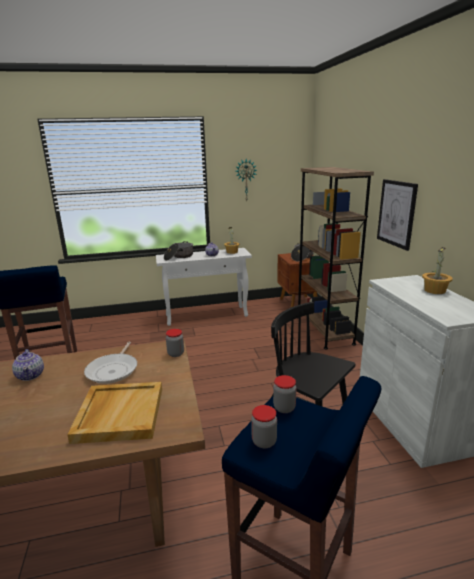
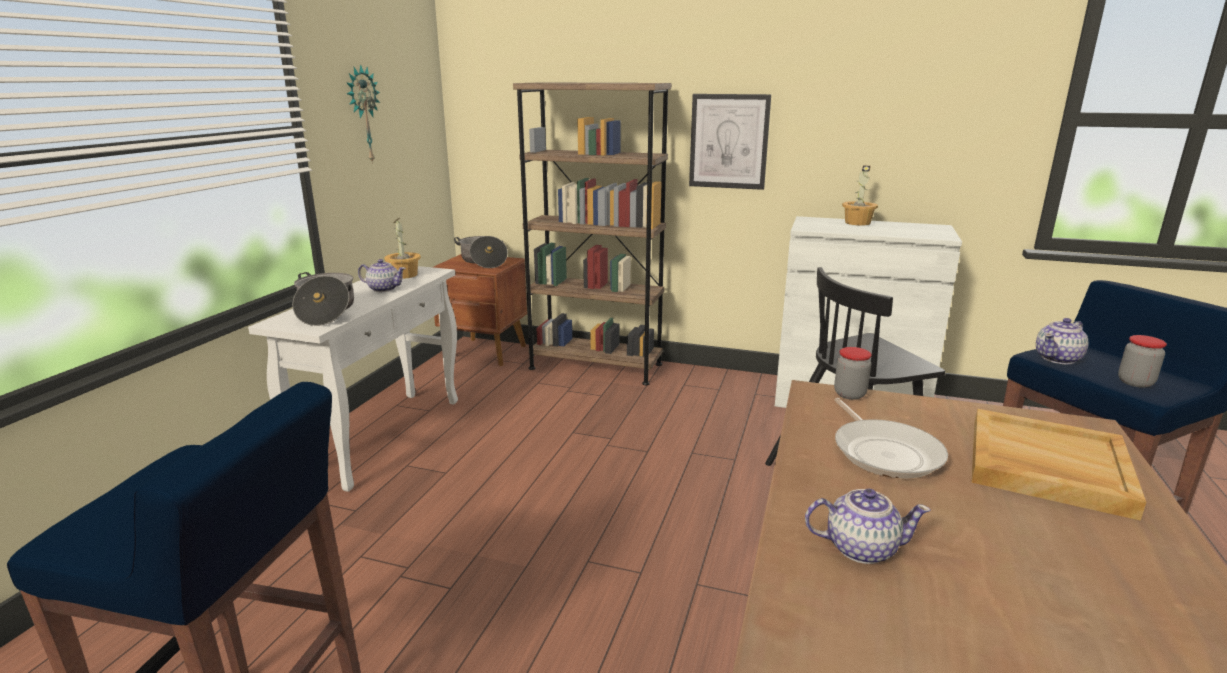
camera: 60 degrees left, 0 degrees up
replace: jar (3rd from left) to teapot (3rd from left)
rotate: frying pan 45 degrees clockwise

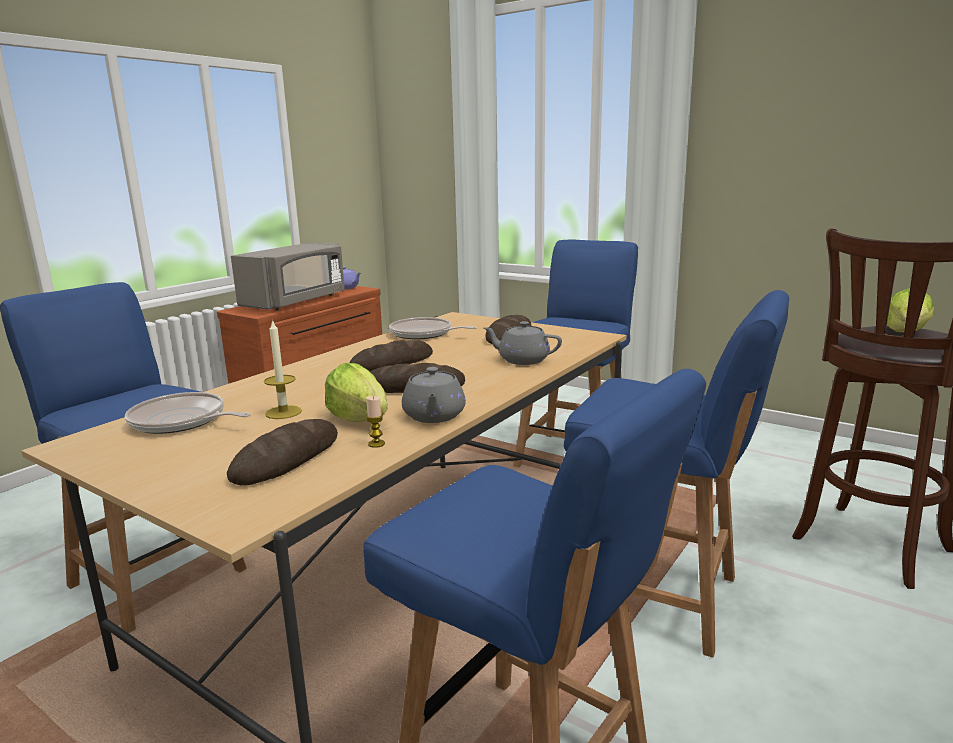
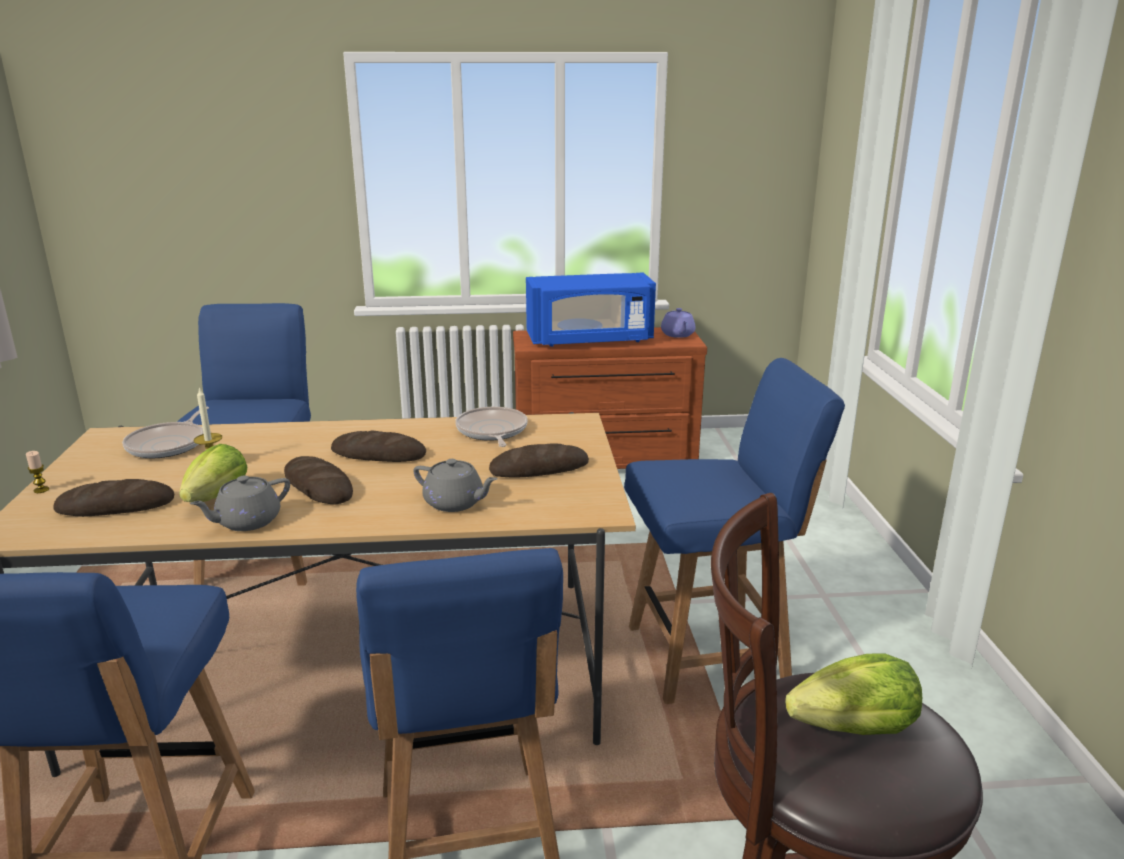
camera: 50 degrees right, 5 degrees up
move: candle (2nd from left in the first image) to candle (1st from left)
recolor: grey microwave to blue microwave
rotate: grey teapot (2nd from left) 135 degrees clockwise; frying pan (1st from left) 150 degrees counterclockwise

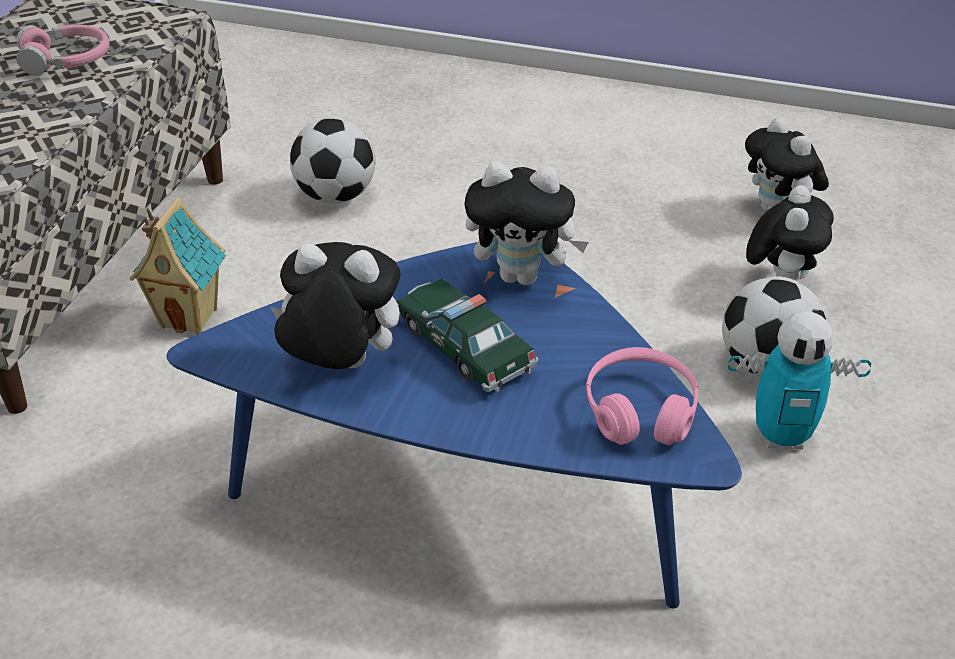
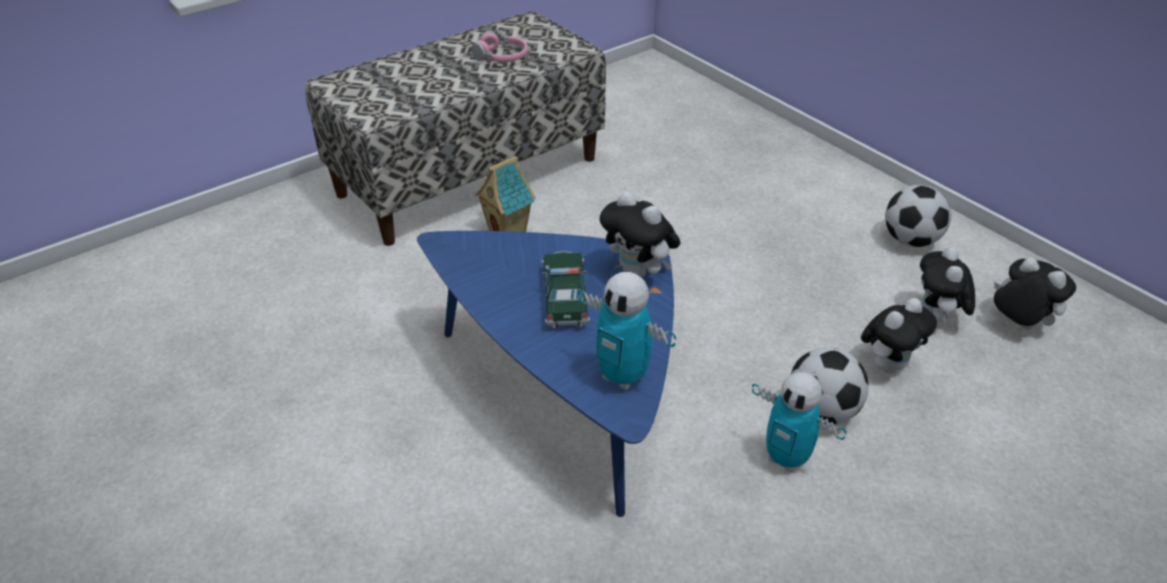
camera: 35 degrees right, 0 degrees up
move: football (1st from left in the first image) to football (2nd from left); plush toy (1st from left in the first image) to plush toy (4th from left)
replace: pink headphones (2nd from left) to toy robot (1st from left)

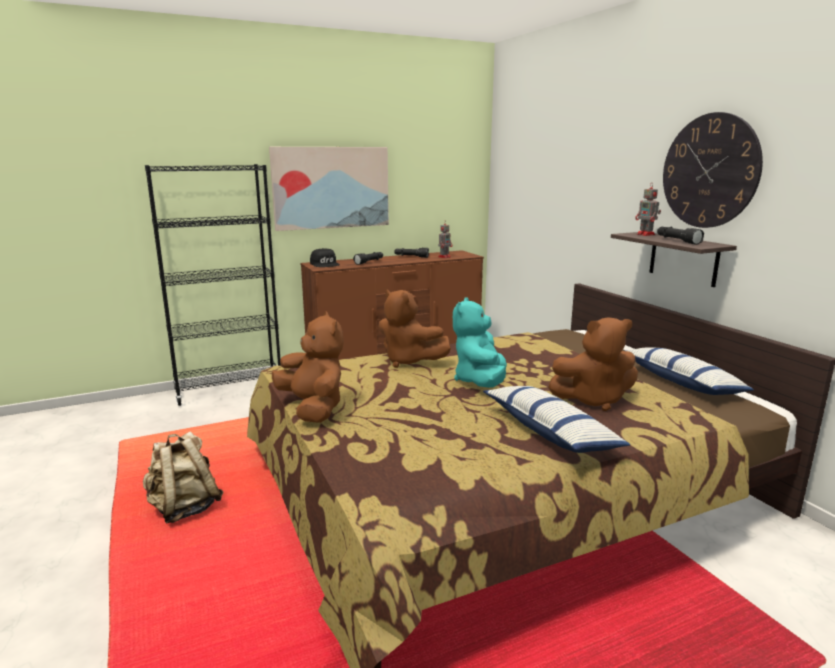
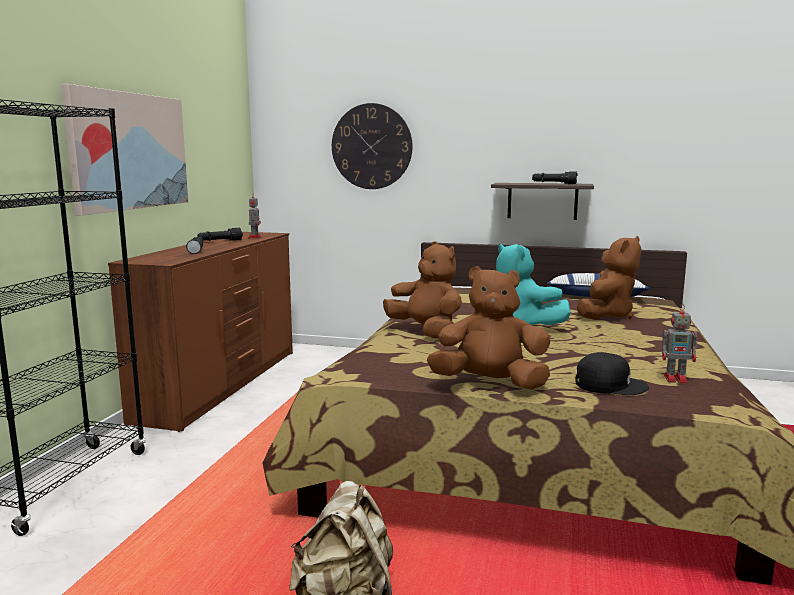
camera: 50 degrees left, 5 degrees down
delete: pillow (1st from left)
move: wall clock; toy robot (2nd from left); black cap
rotate: brown plush toy (2nd from left in the first image) 120 degrees counterclockwise

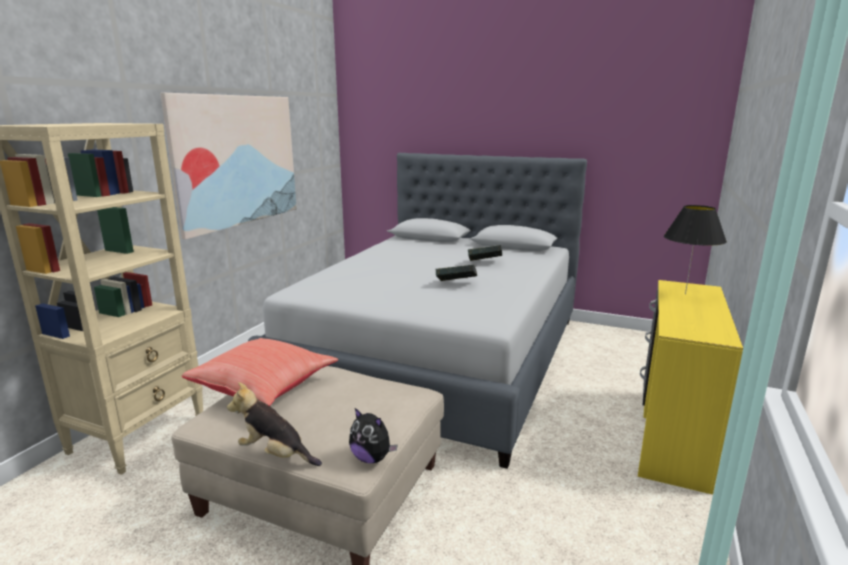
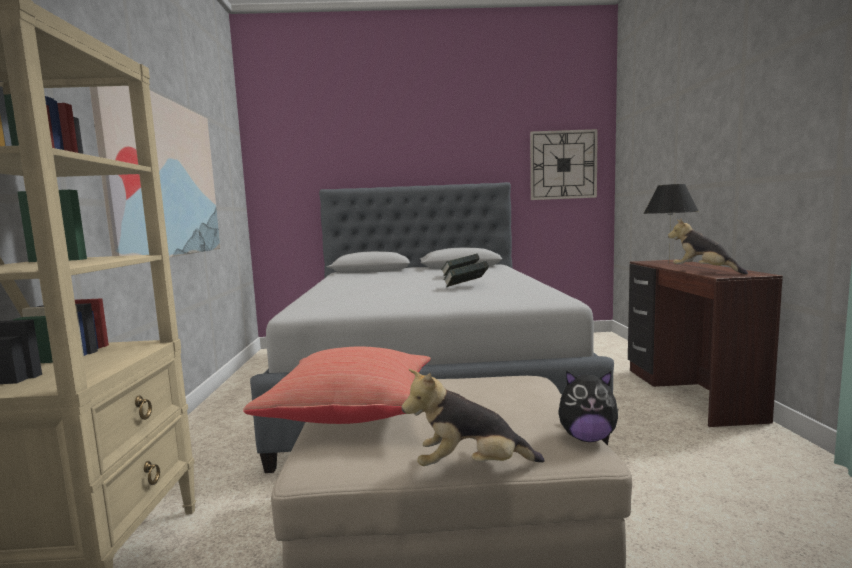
camera: 25 degrees left, 10 degrees down
insert: wall clock; plush toy (3rd from left)
recolor: yellow desk to brown desk

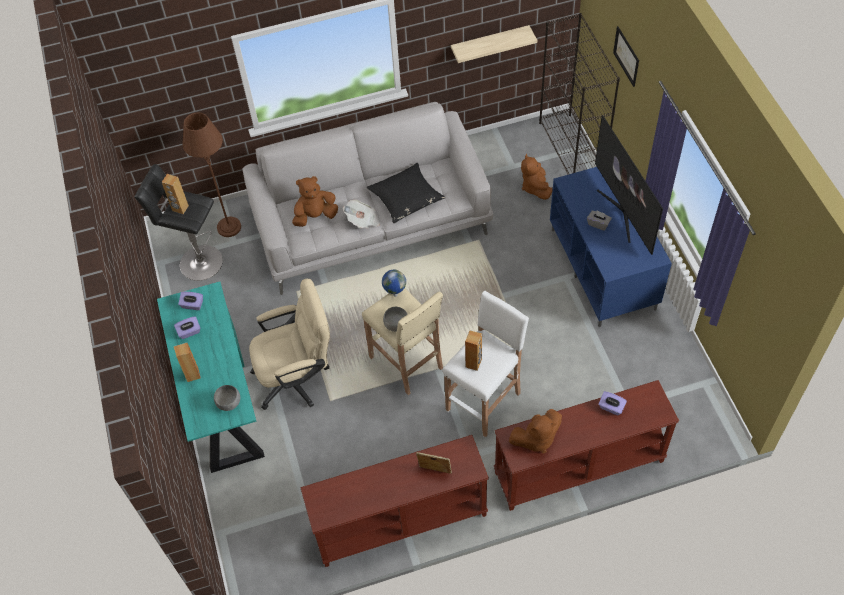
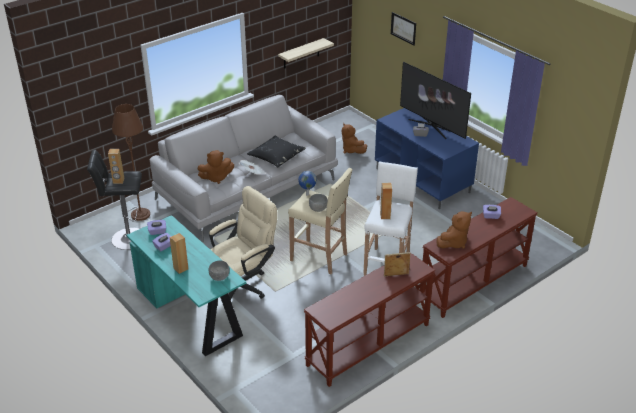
camera: 25 degrees left, 20 degrees down
delete: black bookcase
rotate: brown plush toy (1st from left) 150 degrees counterclockwise

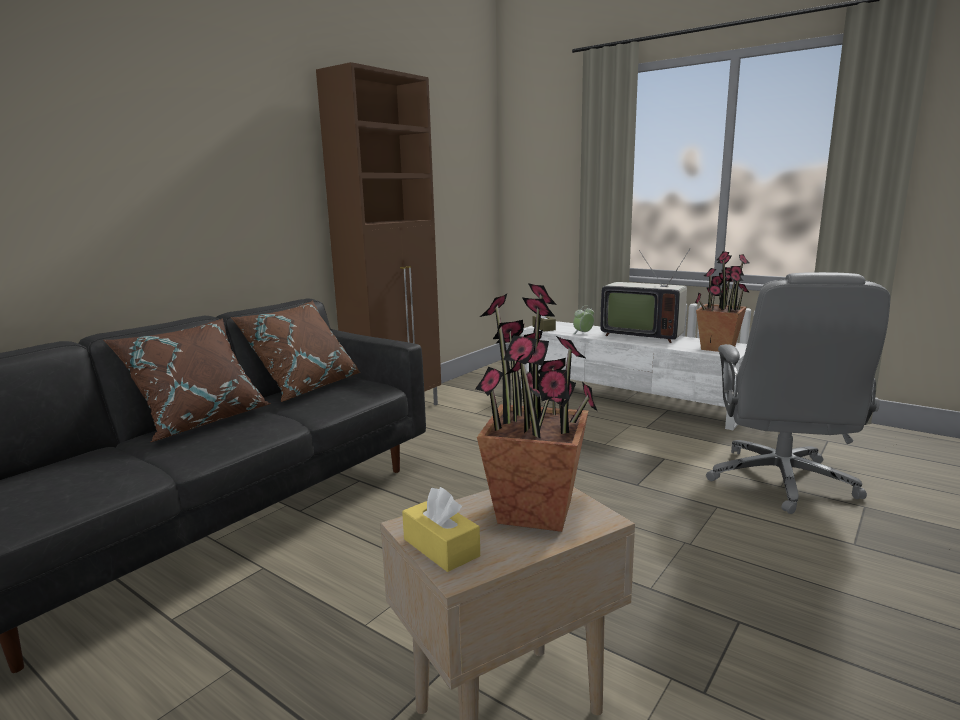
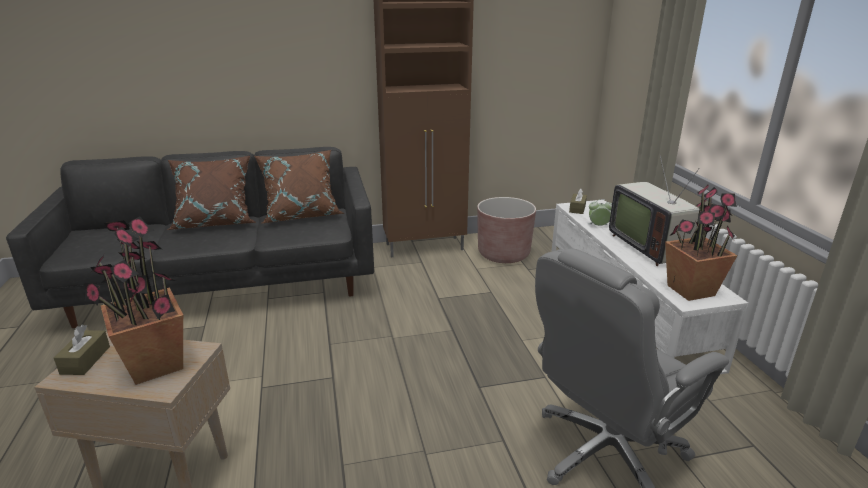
camera: 40 degrees right, 10 degrees up
insert: brown planter
recolor: yellow tissue box to brown tissue box (1st from left)

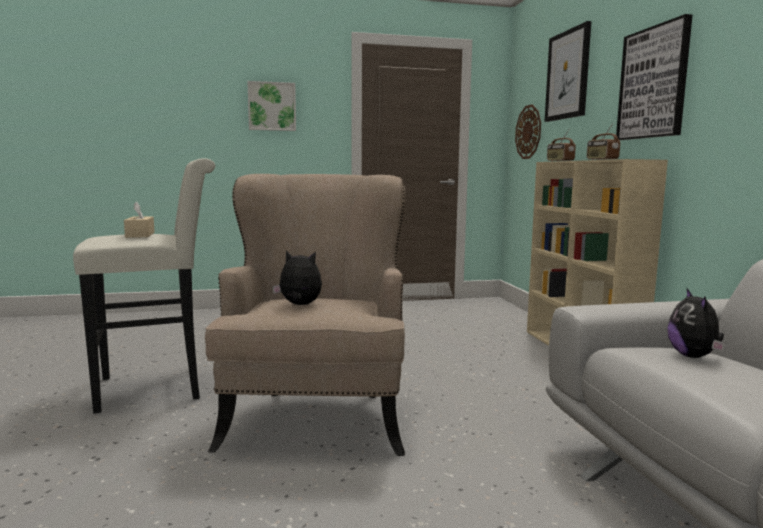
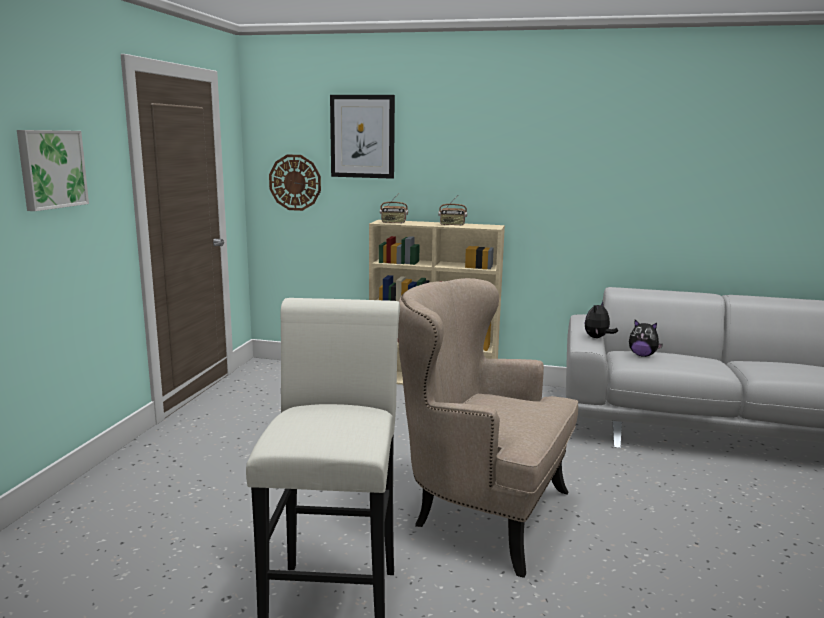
camera: 65 degrees left, 5 degrees up
delete: picture (3rd from left); beige tissue box
move: plush toy (1st from left)

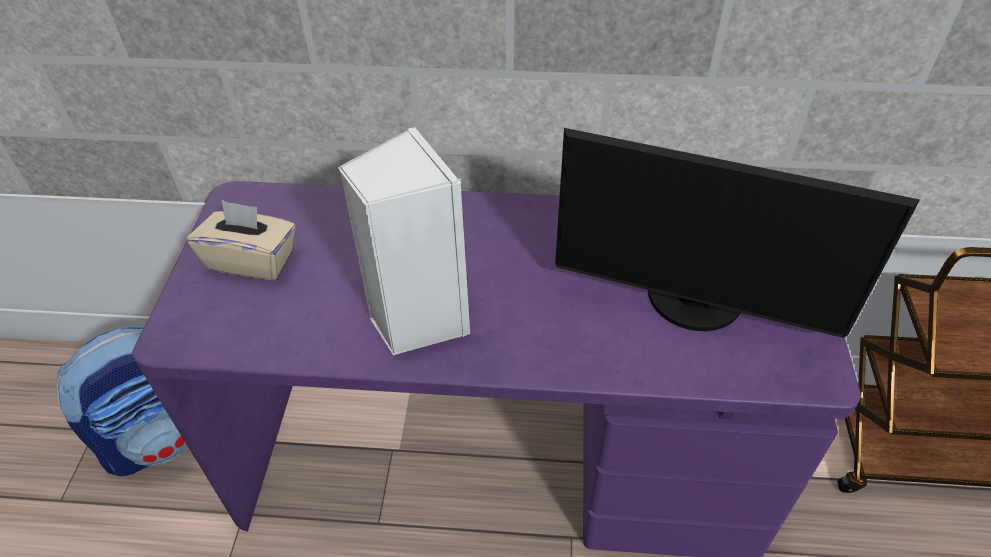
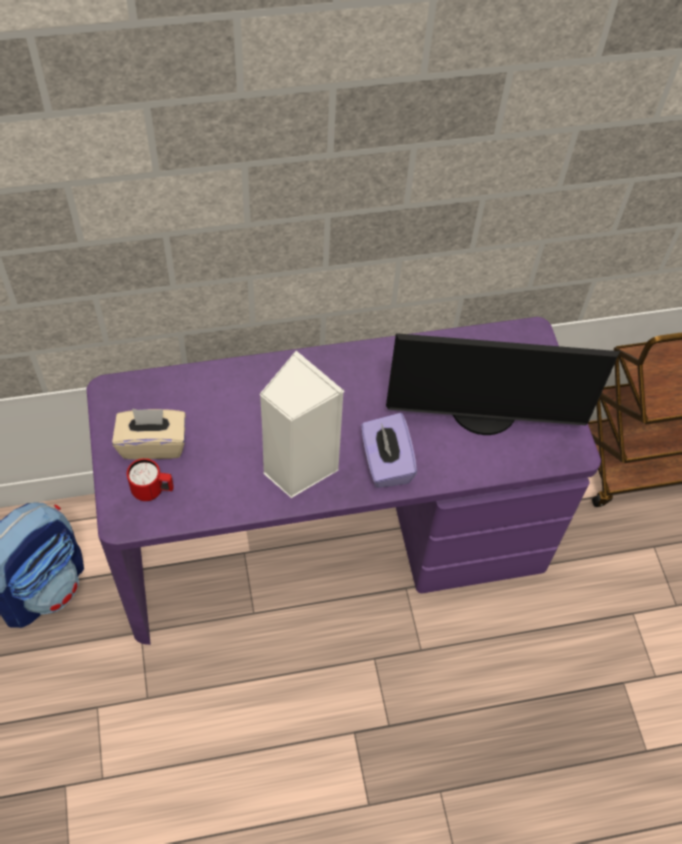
camera: 20 degrees left, 10 degrees up
insert: purple tissue box; red mug

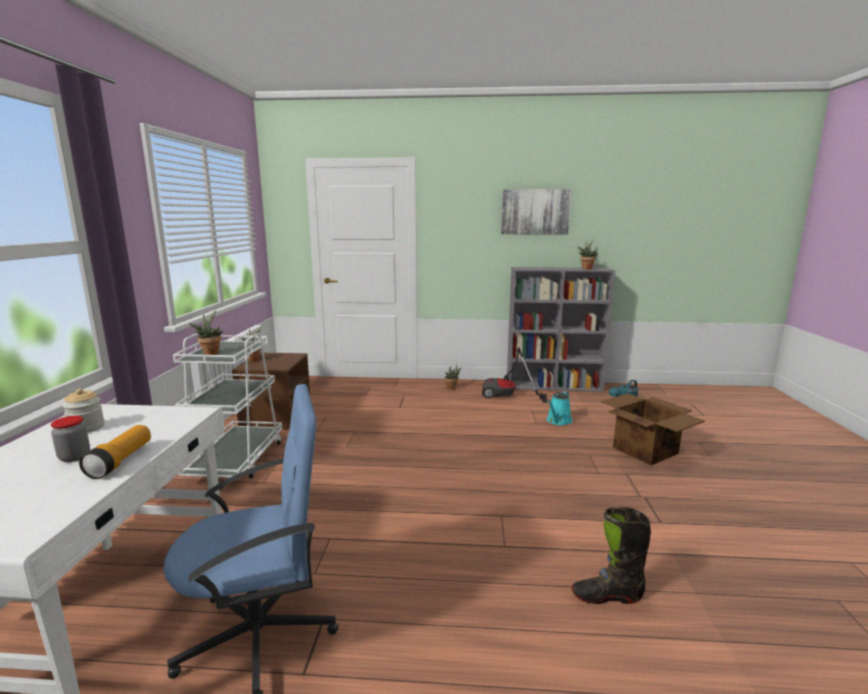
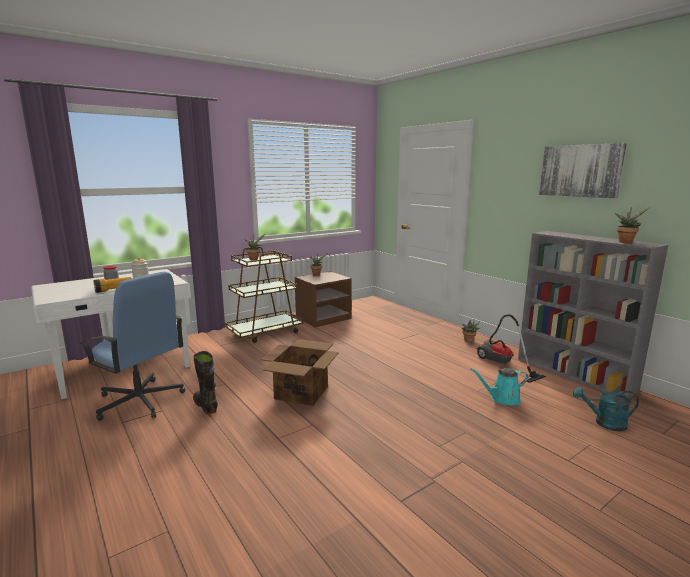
camera: 50 degrees right, 0 degrees up
move: cardboard box; black boot
recolor: white cart to brown cart

